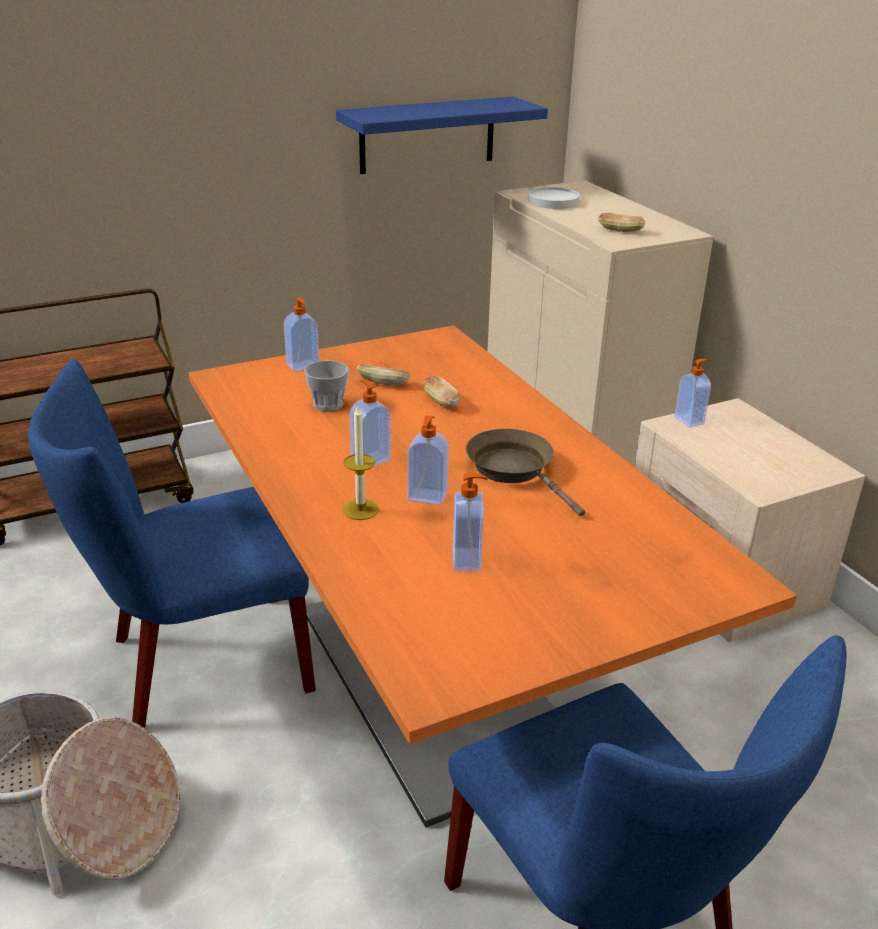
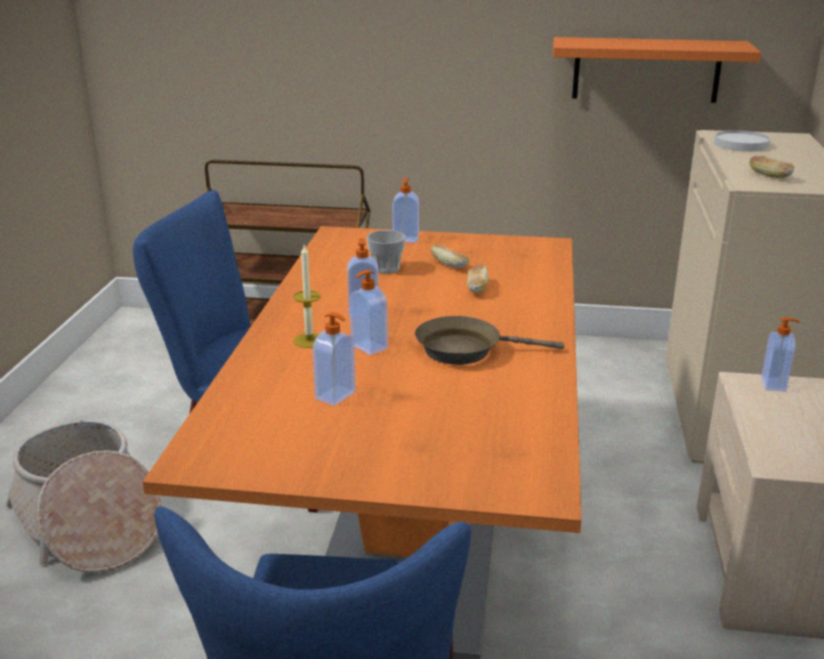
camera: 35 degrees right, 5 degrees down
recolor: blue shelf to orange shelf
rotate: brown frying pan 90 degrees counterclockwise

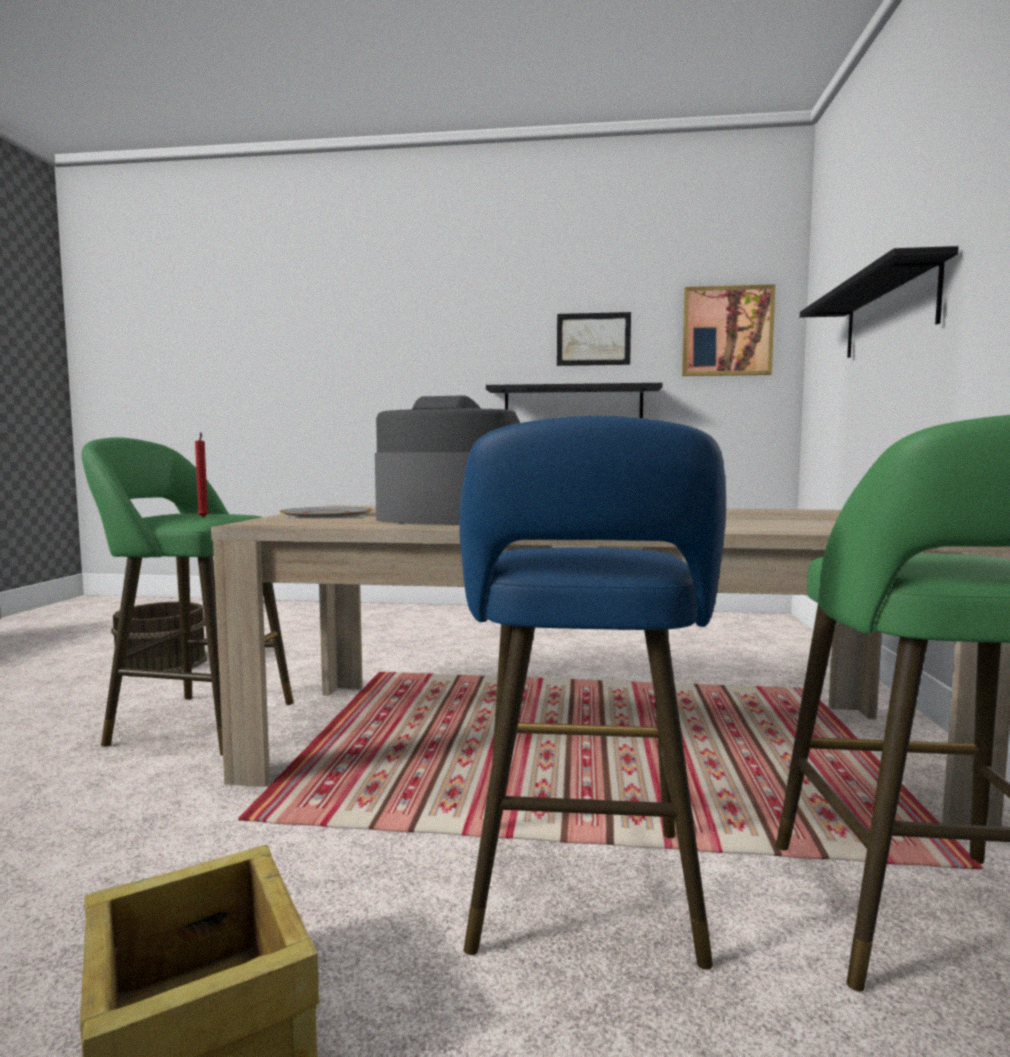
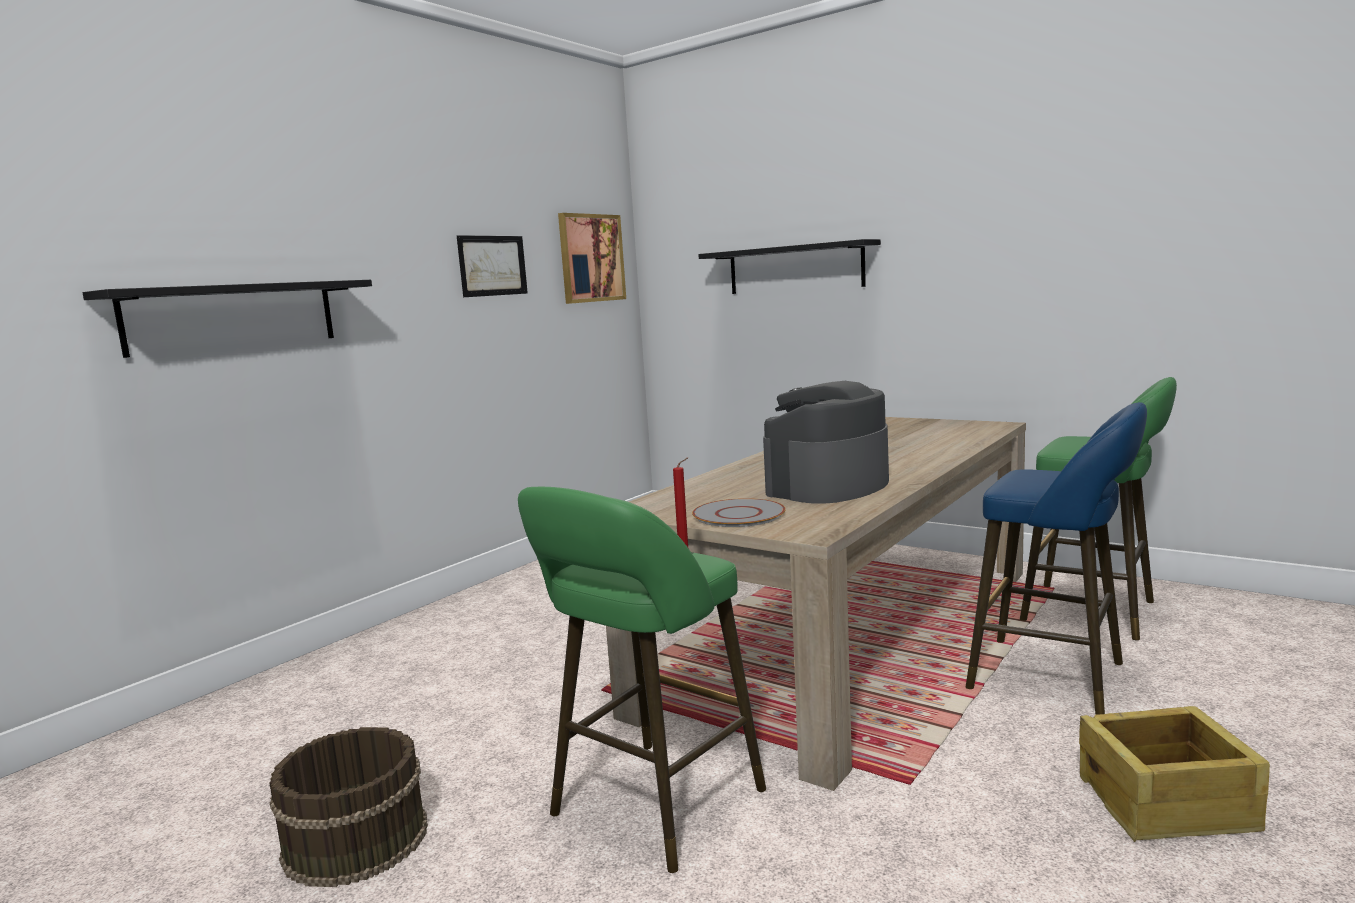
camera: 60 degrees left, 5 degrees up
move: black shelf (1st from left)

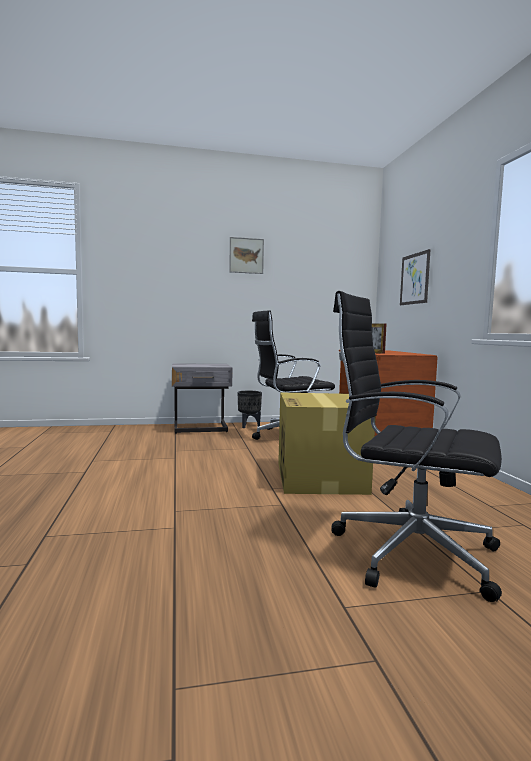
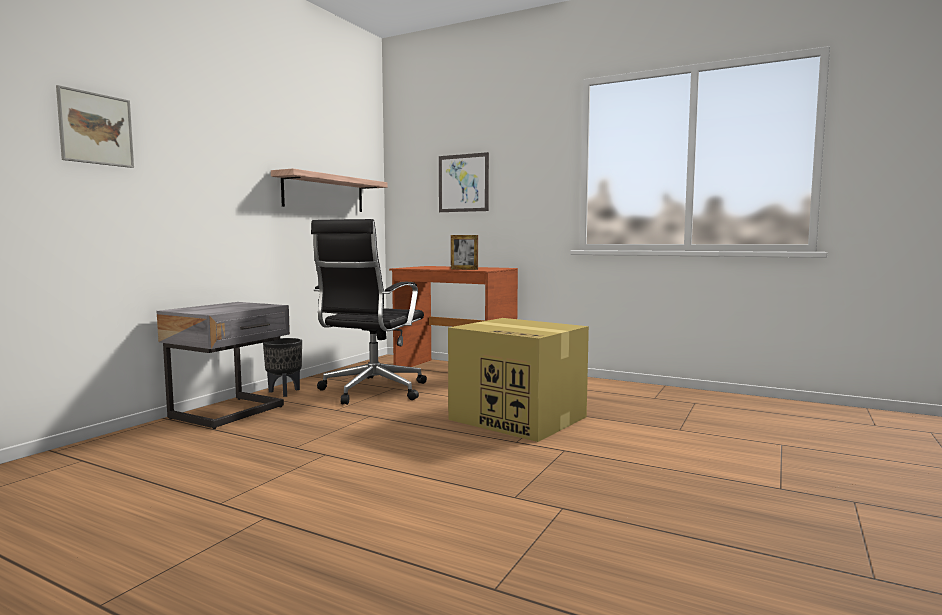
camera: 50 degrees left, 0 degrees up
delete: black office chair (2nd from left)
insert: shelf
move: picture (1st from left)

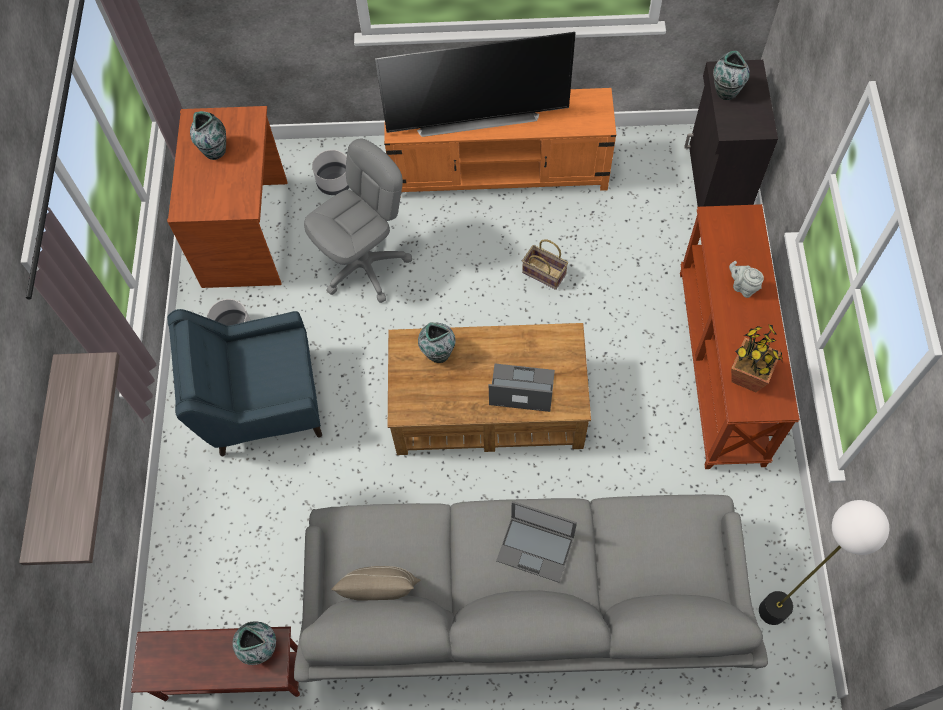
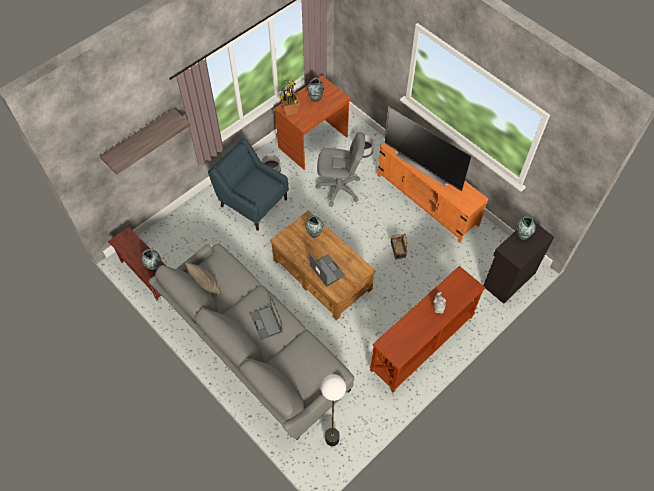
camera: 45 degrees right, 5 degrees down
move: potted plant

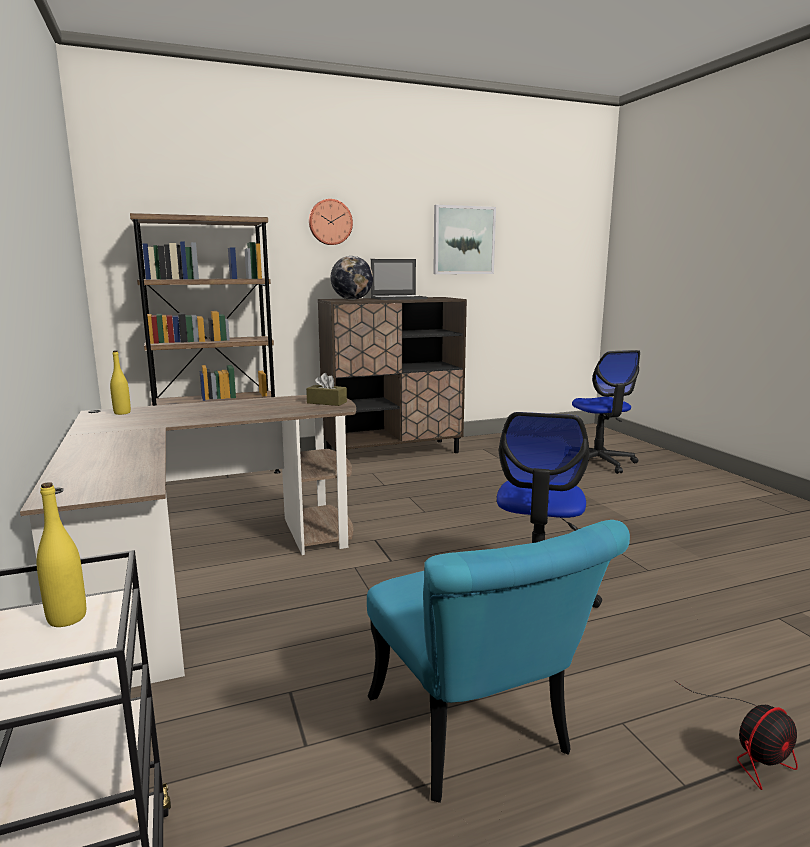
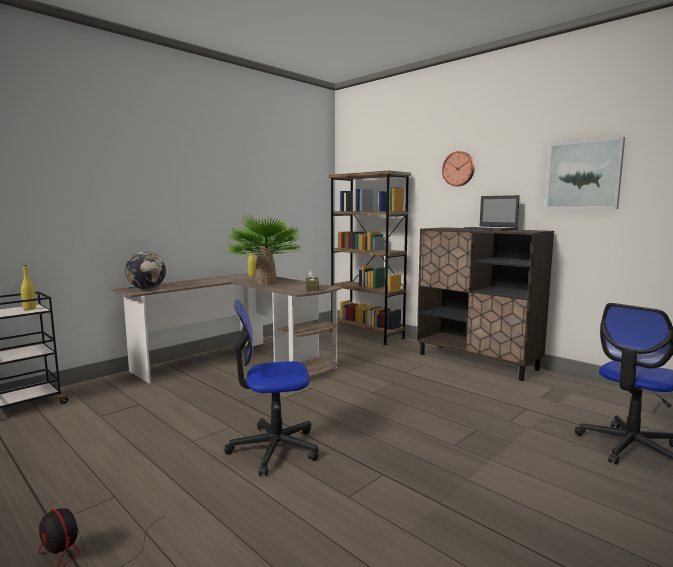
camera: 65 degrees right, 5 degrees down
delete: turquoise chair
insert: potted plant
move: globe

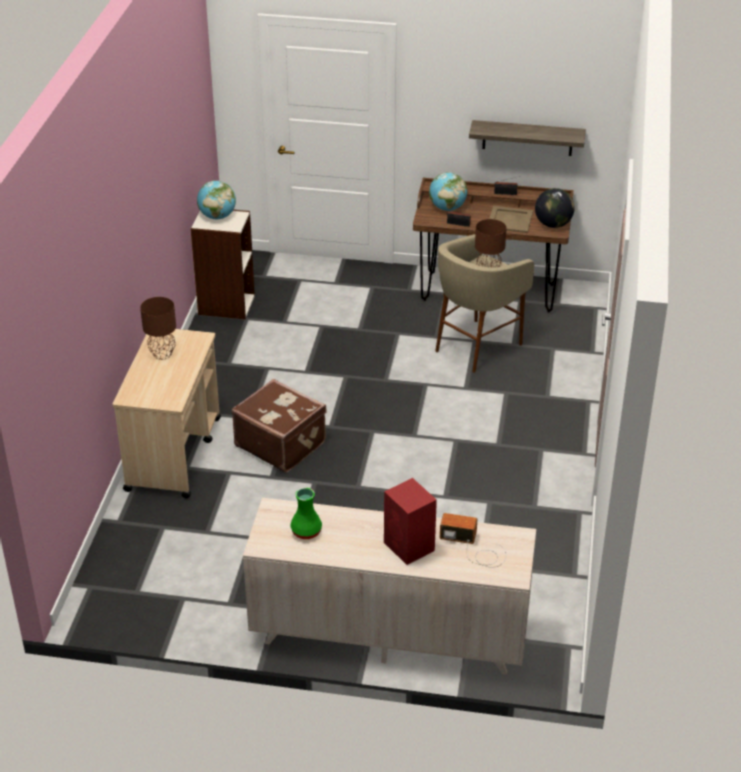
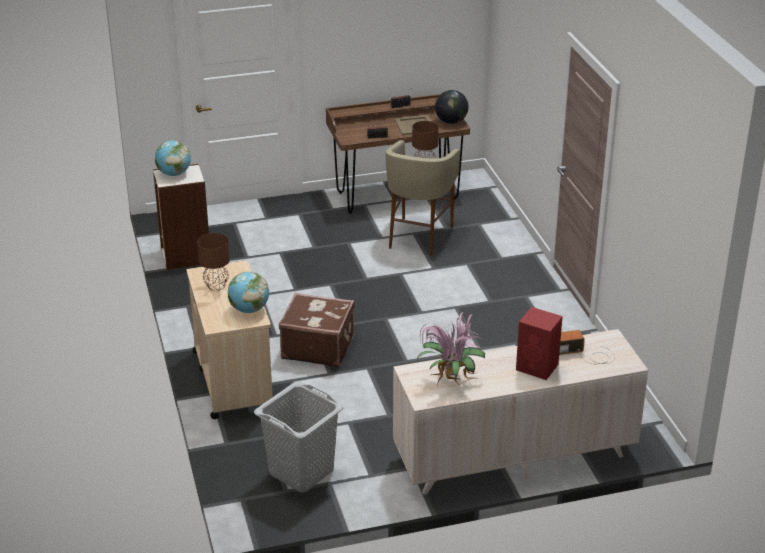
camera: 25 degrees left, 5 degrees down
delete: shelf
insert: grey laundry basket
move: globe (2nd from left)
replace: green vase to potted plant

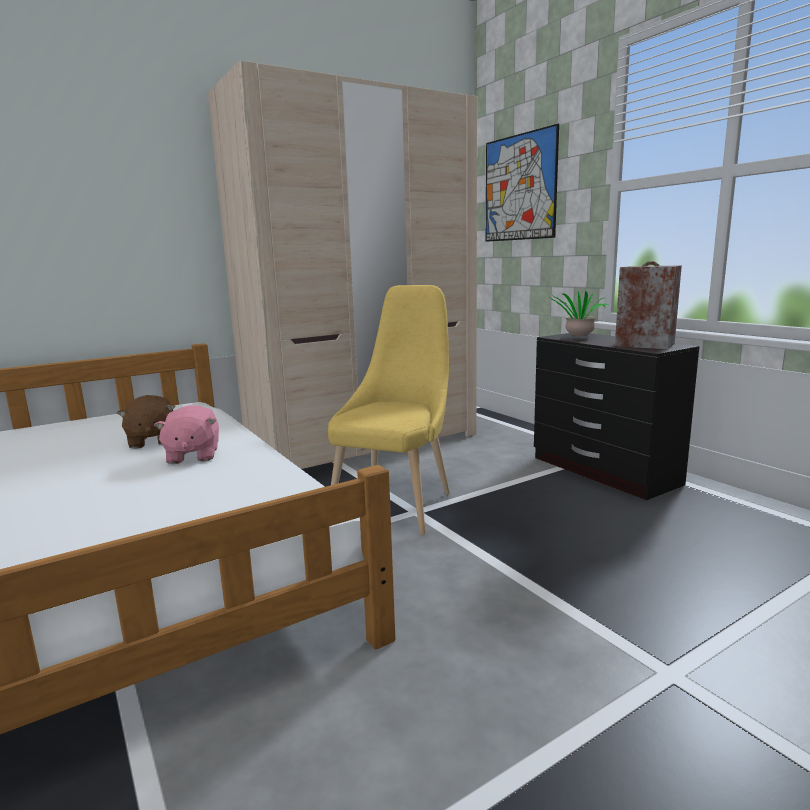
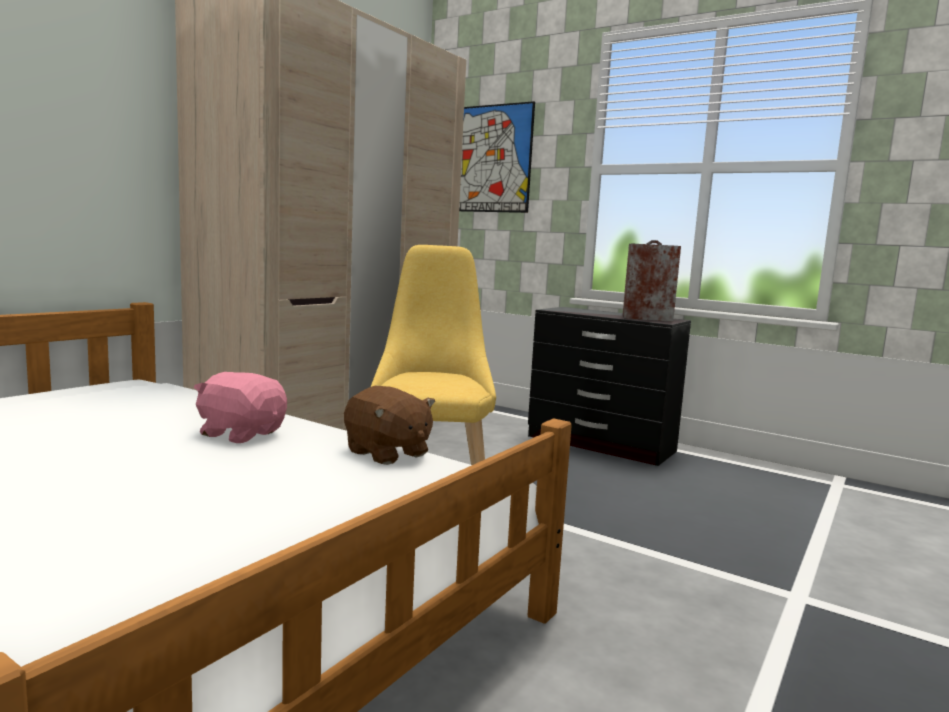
camera: 25 degrees left, 5 degrees down
delete: potted plant
move: brown plush toy
rotate: pink plush toy 150 degrees clockwise

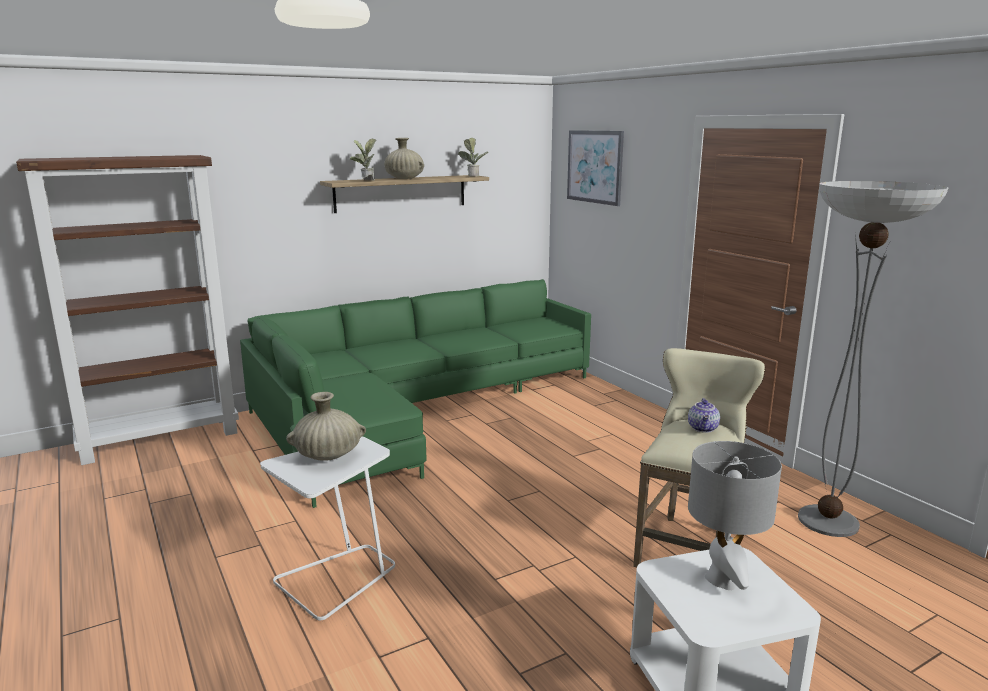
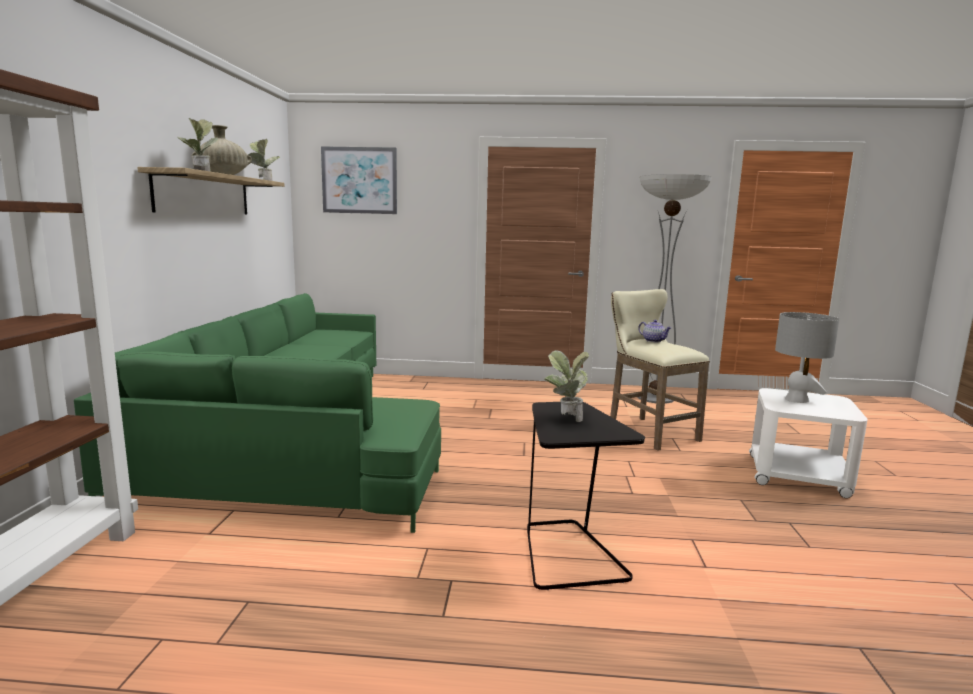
camera: 55 degrees left, 5 degrees down
replace: beige vase (1st from left) to potted plant (3rd from left)
recolor: white side table (1st from left) to black side table

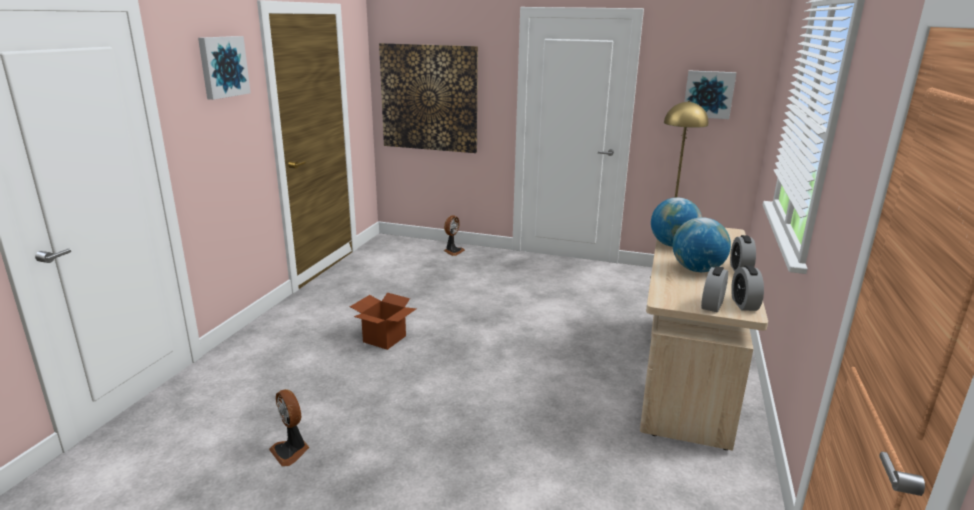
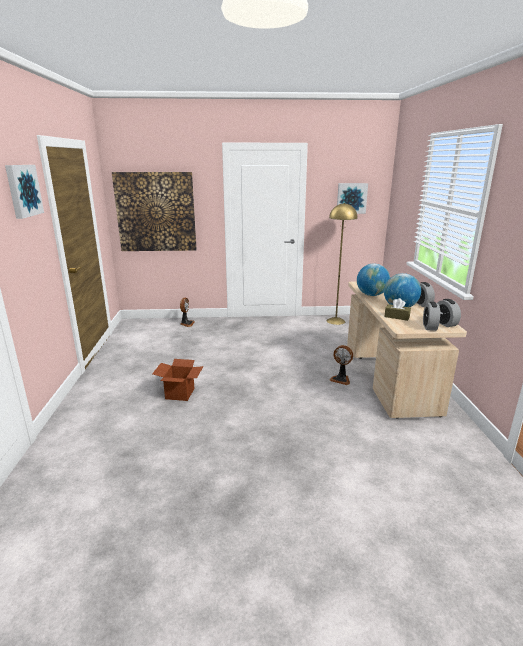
camera: 20 degrees left, 0 degrees up
insert: brown tissue box
move: fan (1st from left in the first image) to fan (2nd from left)

